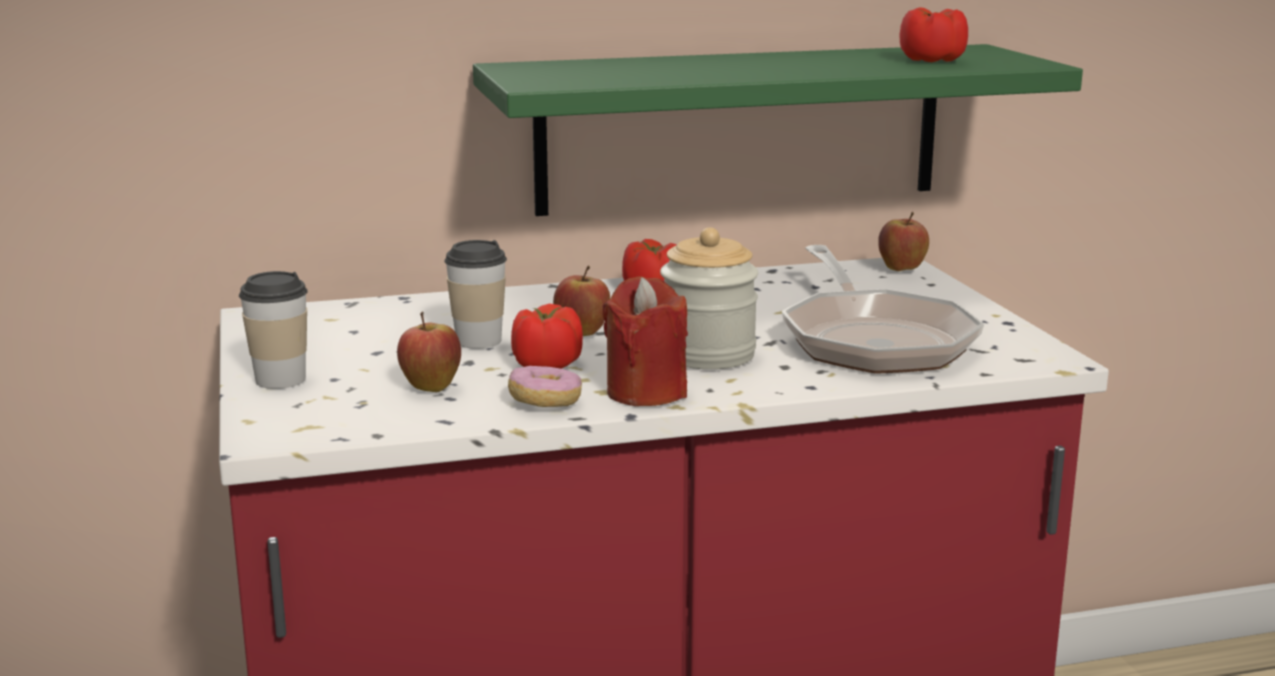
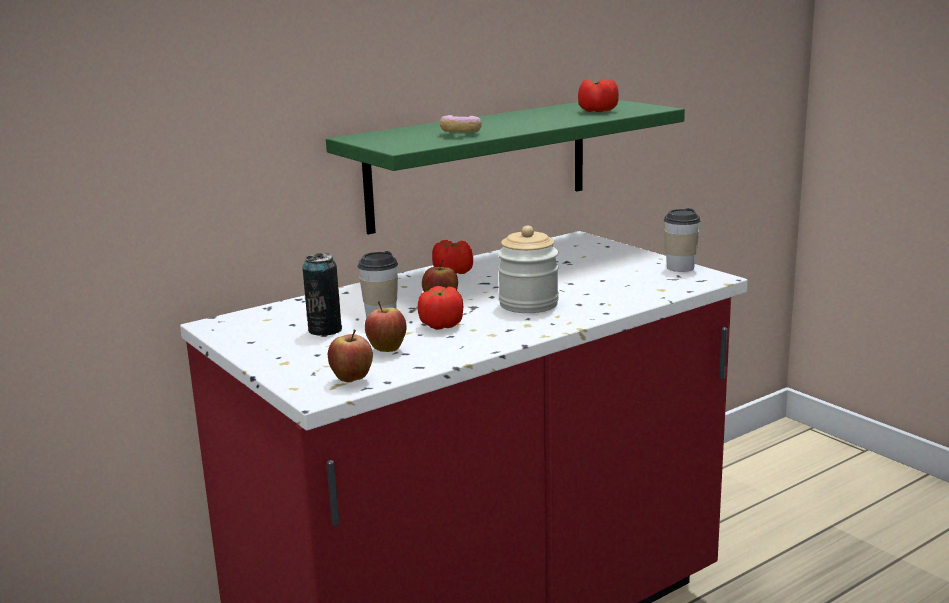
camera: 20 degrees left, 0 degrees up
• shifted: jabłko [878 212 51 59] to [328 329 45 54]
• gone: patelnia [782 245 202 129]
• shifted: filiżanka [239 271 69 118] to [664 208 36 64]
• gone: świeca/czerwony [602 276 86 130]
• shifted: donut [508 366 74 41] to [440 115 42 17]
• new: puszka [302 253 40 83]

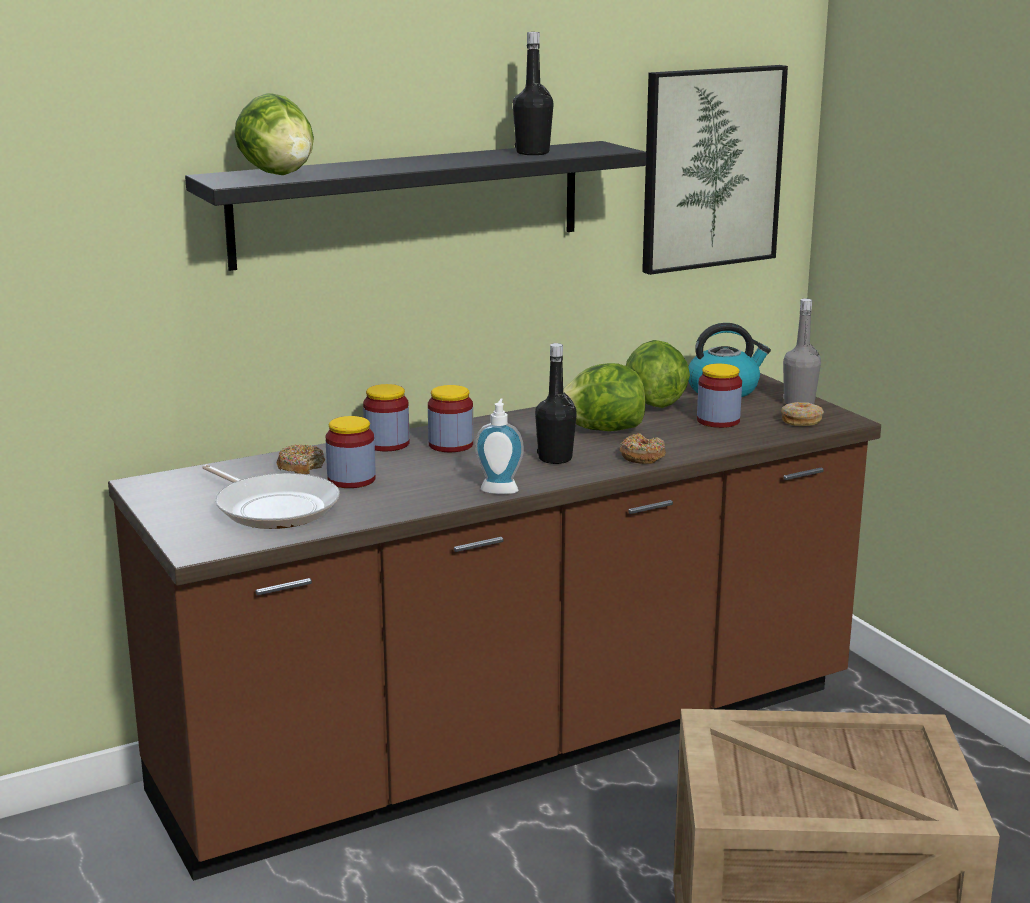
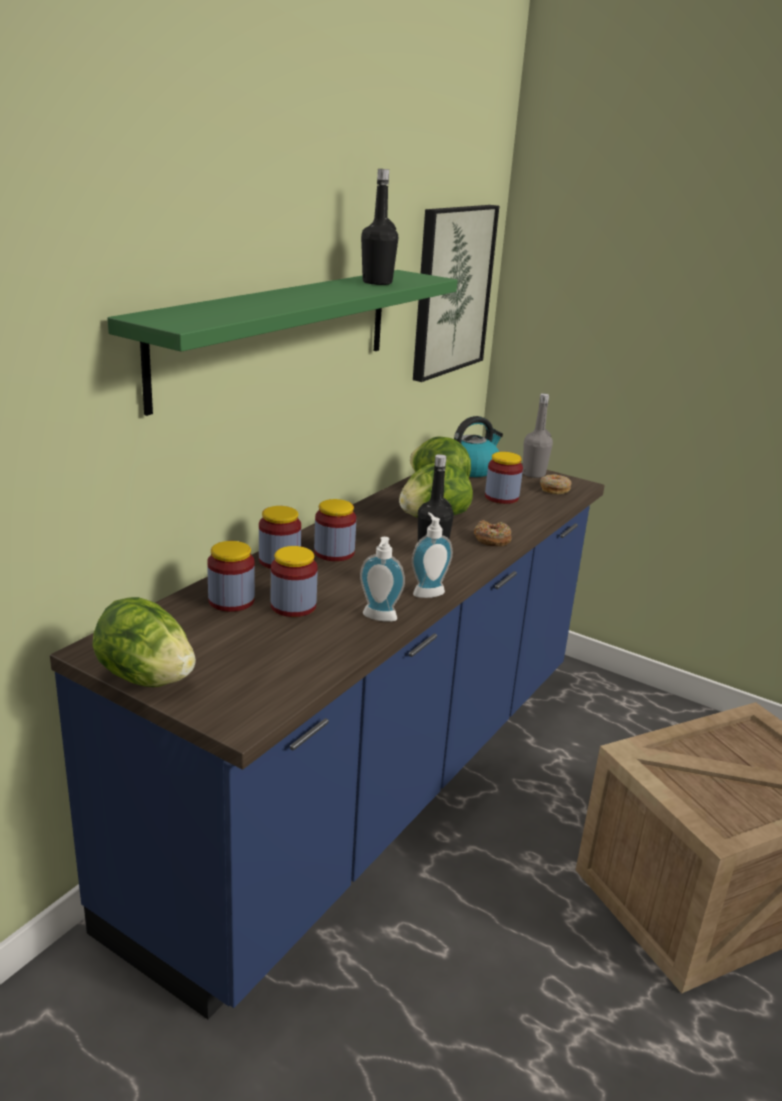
camera: 30 degrees left, 5 degrees up
• shifted: sałata [234 93 80 82] to [92 597 104 90]
• repainted: półka/czarny [185 141 461 130] to półka/zielony [107 270 351 146]
• repainted: zabudowa kuchenna/brązowy [108 373 773 508] to zabudowa kuchenna/niebieski [50 463 555 556]
• swapped: donut [276 444 49 30] to słoik [207 541 48 71]
• gone: patelnia [202 464 137 65]
• new: dozownik mydła [360 537 45 85]

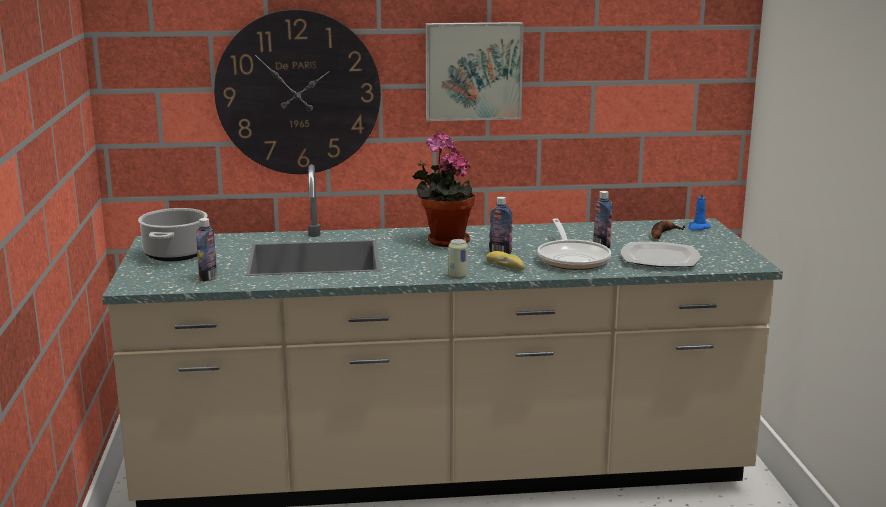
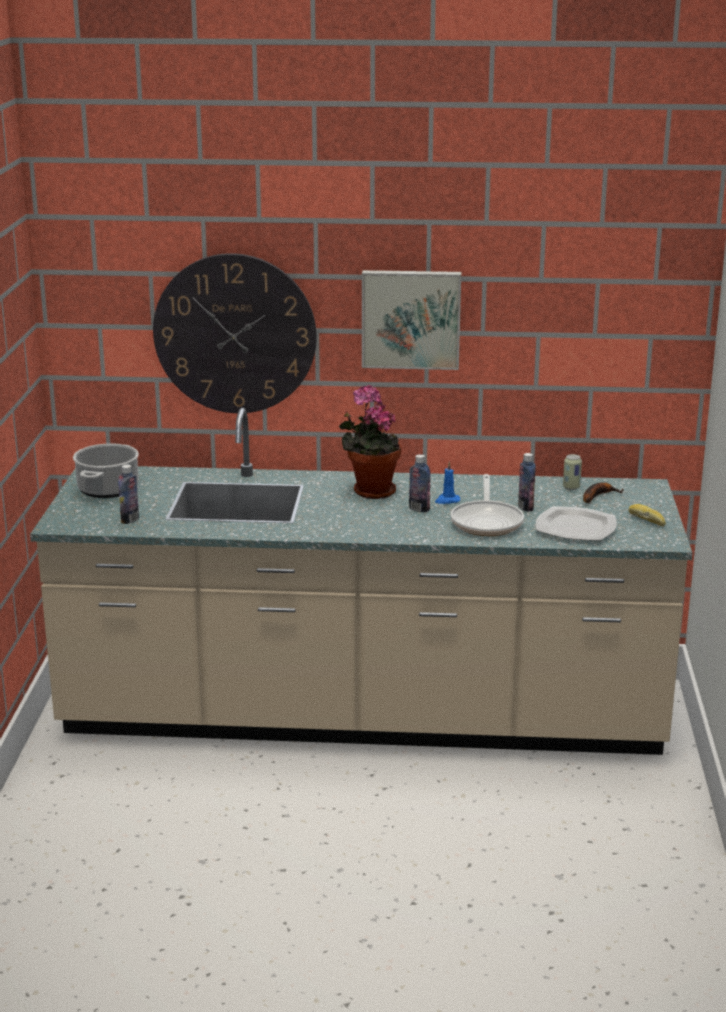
camera: 10 degrees right, 5 degrees up
• shifted: świeca/niebieski [688 190 23 40] to [435 462 25 42]
• shifted: puszka [449 239 19 39] to [563 454 19 36]
• shifted: chleb [486 251 39 20] to [629 504 37 23]

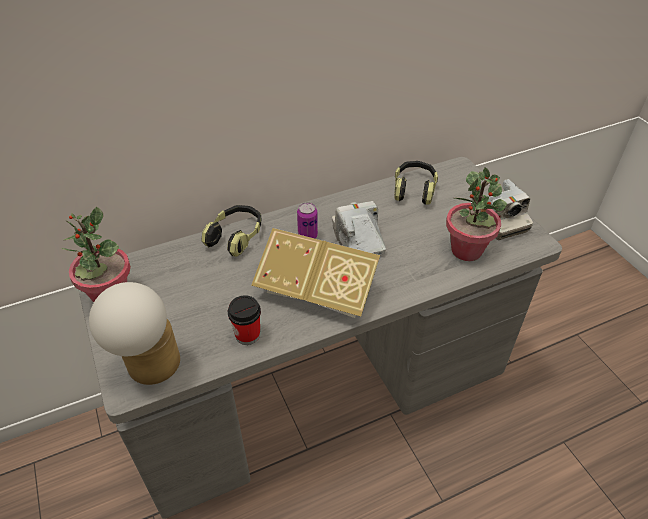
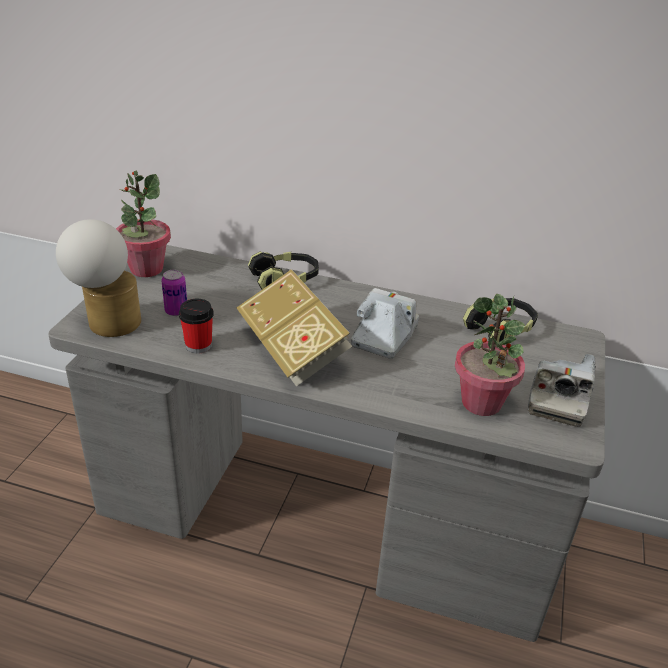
camera: 40 degrees right, 10 degrees down
• shifted: puszka [297 202 21 37] to [162 270 25 46]

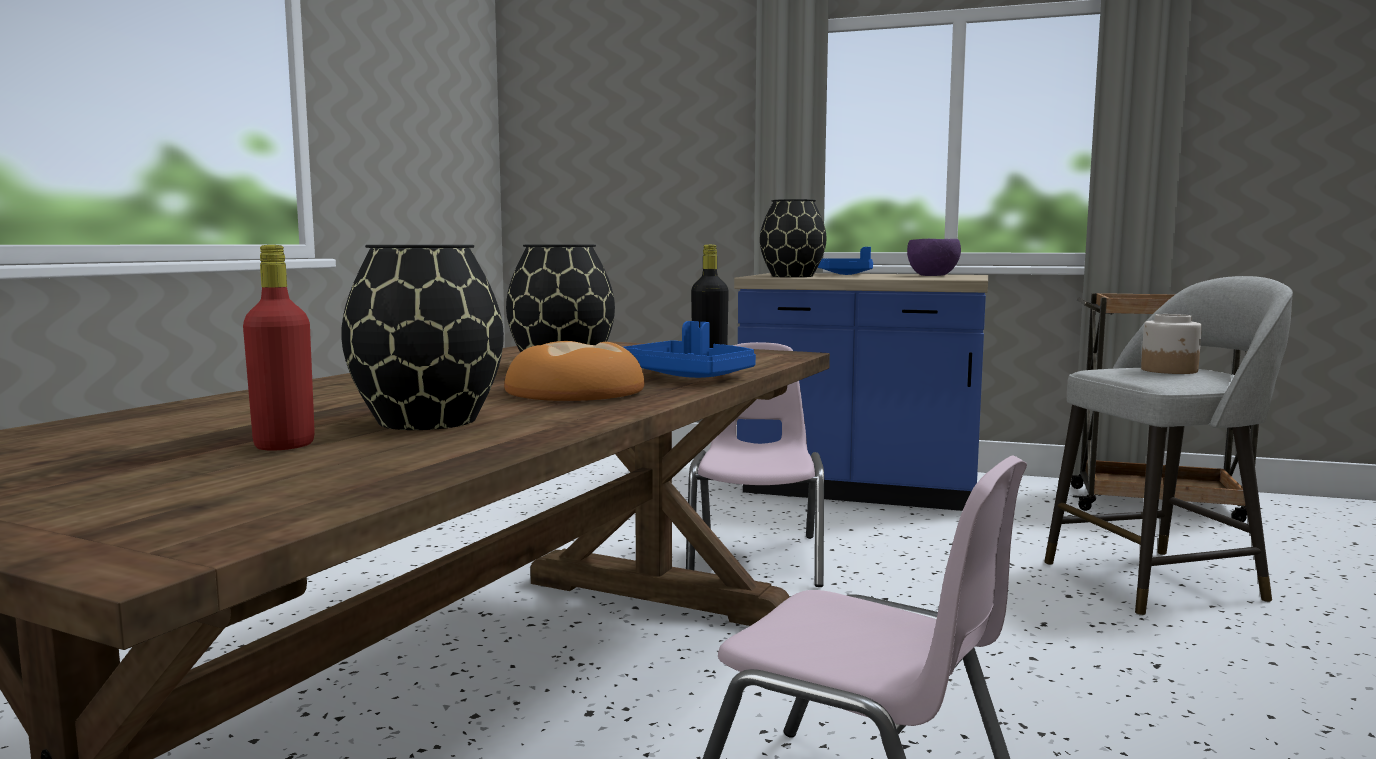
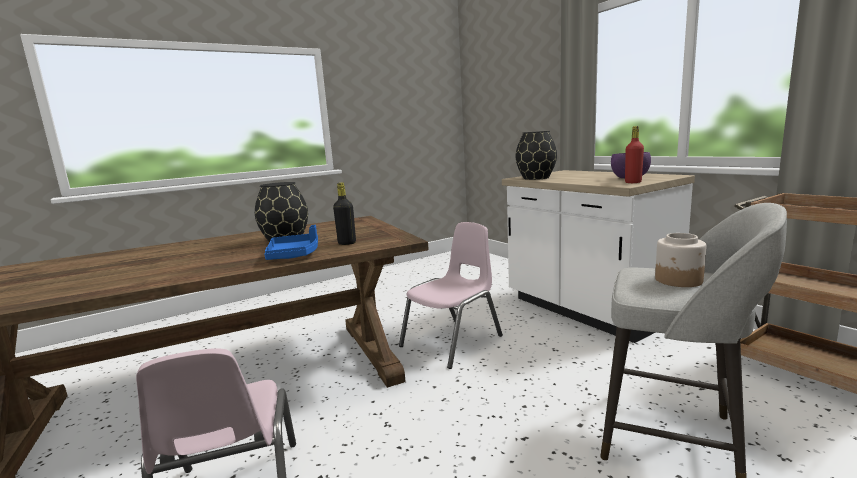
camera: 40 degrees right, 5 degrees up
• shifted: butelka/czerwony [243 245 72 205] to [625 126 19 57]
• gone: wazon/czarny [341 245 163 185]
• gone: taca/niebieski [818 247 55 28]
• repainted: zabudowa kuchenna/niebieski [734 273 254 238] to zabudowa kuchenna/biały [502 170 193 173]
• gone: chleb [504 341 140 60]

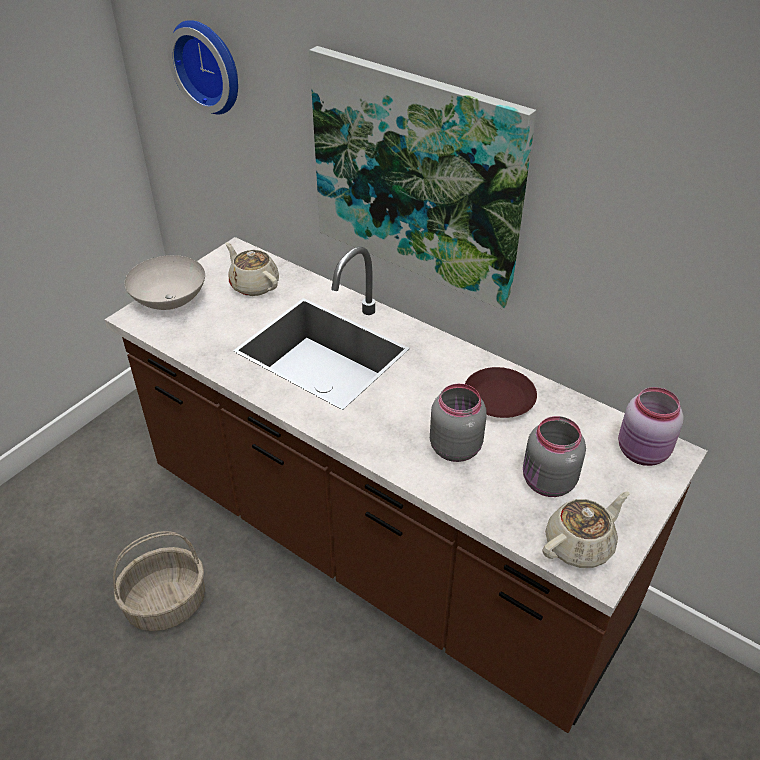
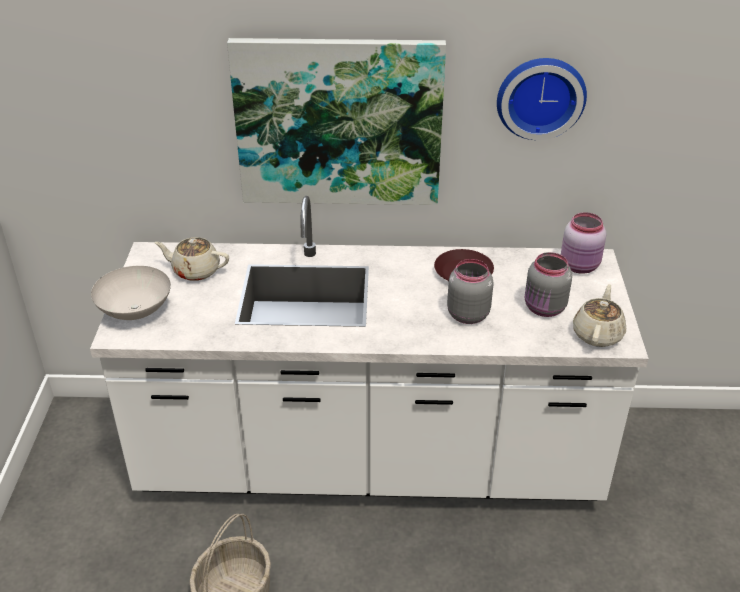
camera: 35 degrees left, 5 degrees down
• shifted: zegar ścienny [168 20 70 94] to [497 58 90 82]
• repainted: zabudowa kuchenna/brązowy [104 237 604 496] to zabudowa kuchenna/biały [90 196 559 305]

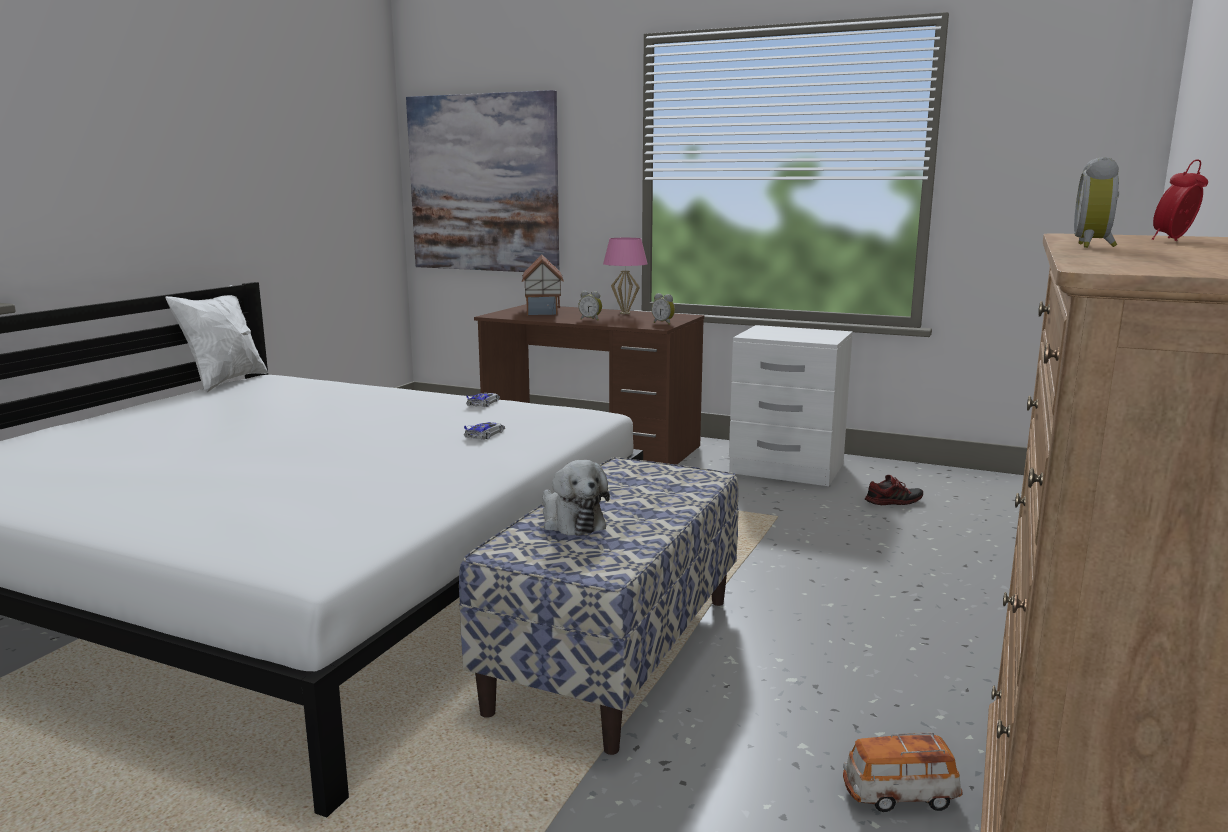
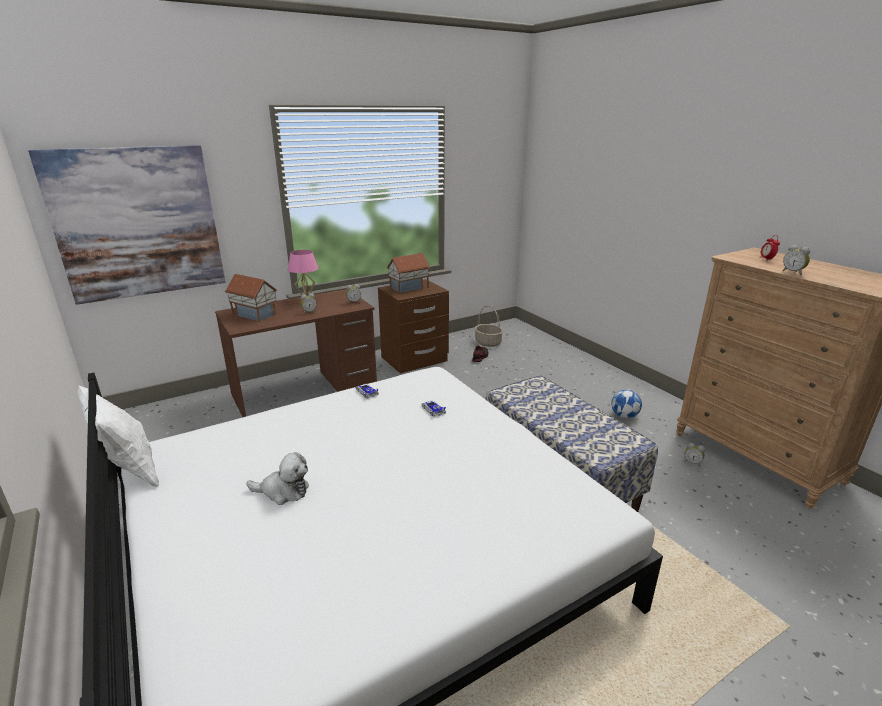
camera: 55 degrees left, 10 degrees up
• repainted: szafka nocna/biały [729 325 124 161] to szafka nocna/brązowy [378 279 71 94]
• shifted: pluszak [542 460 68 76] to [246 452 63 53]
• swapped: samochodzik [843 732 119 80] to budzik [684 443 21 24]
• new: domek [387 253 43 40]
• new: koszyk [475 306 28 41]
• new: piłka futbolowa [611 390 31 28]

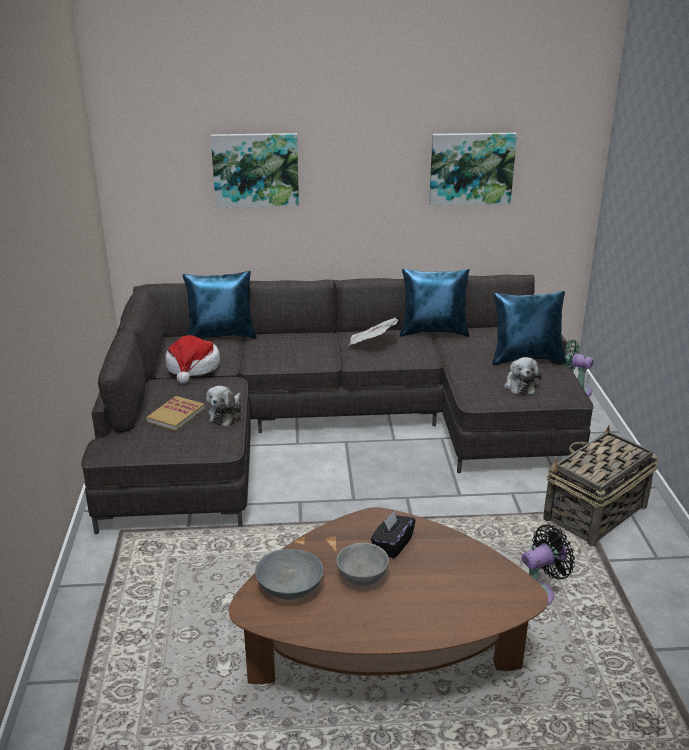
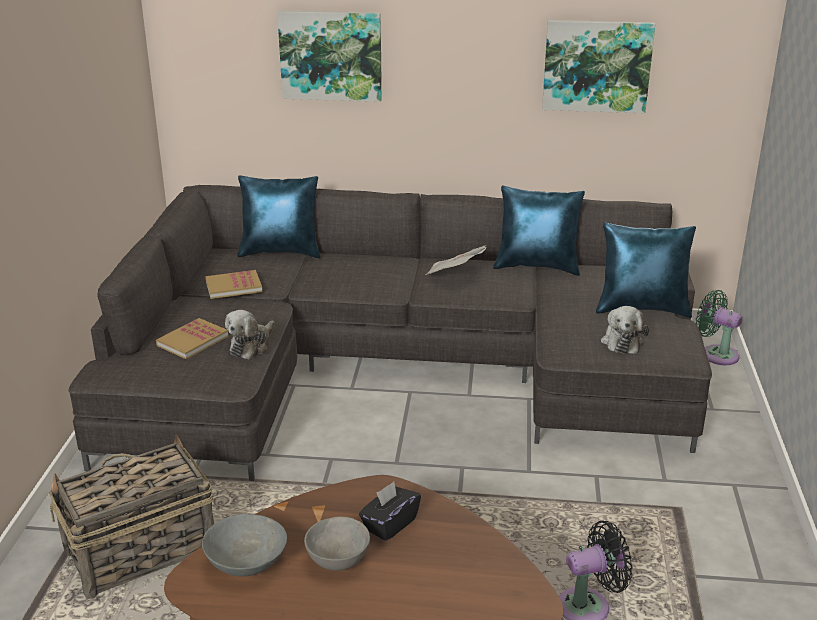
camera: 10 degrees right, 0 degrees up
• swapped: kapelusz [165 335 55 49] to książka [205 270 57 29]
• shifted: koszyk [543 425 115 121] to [49 435 165 164]

